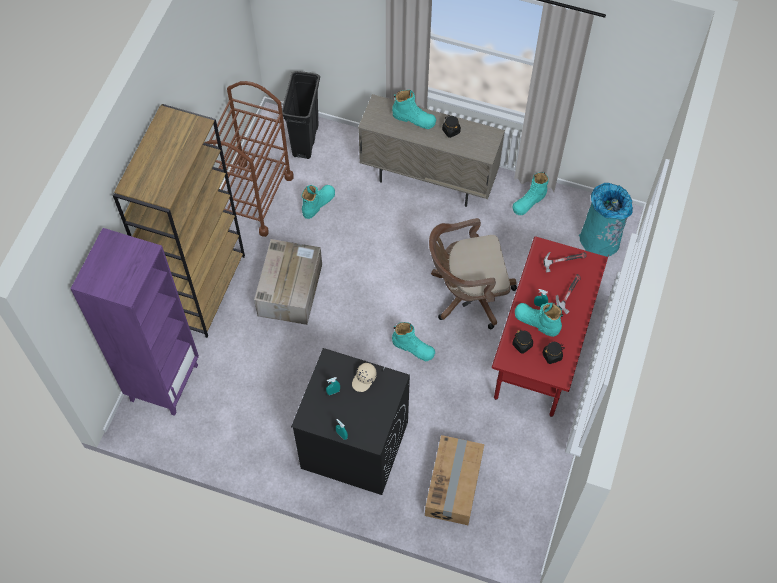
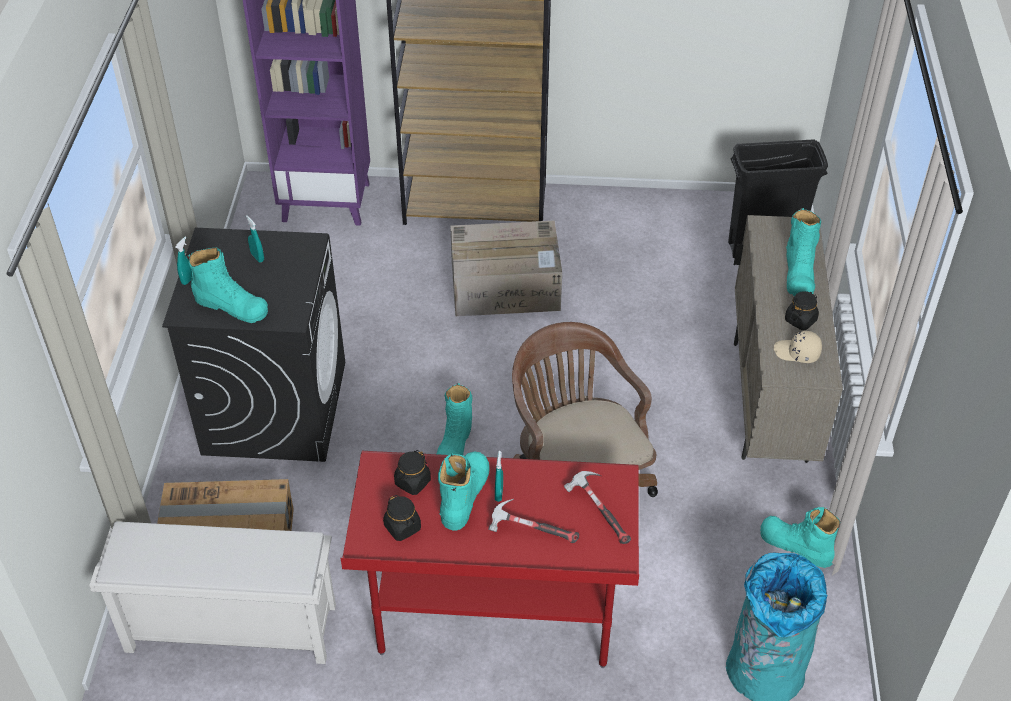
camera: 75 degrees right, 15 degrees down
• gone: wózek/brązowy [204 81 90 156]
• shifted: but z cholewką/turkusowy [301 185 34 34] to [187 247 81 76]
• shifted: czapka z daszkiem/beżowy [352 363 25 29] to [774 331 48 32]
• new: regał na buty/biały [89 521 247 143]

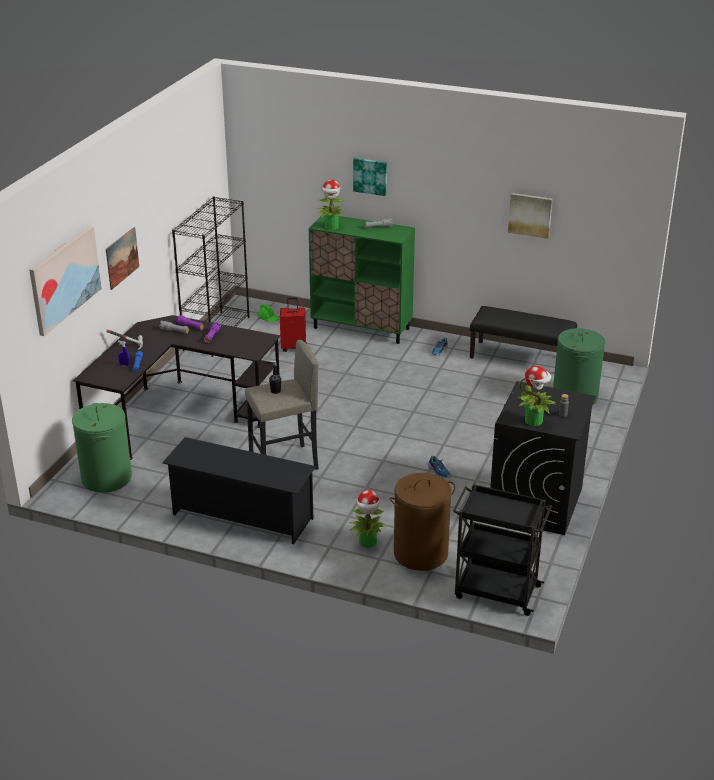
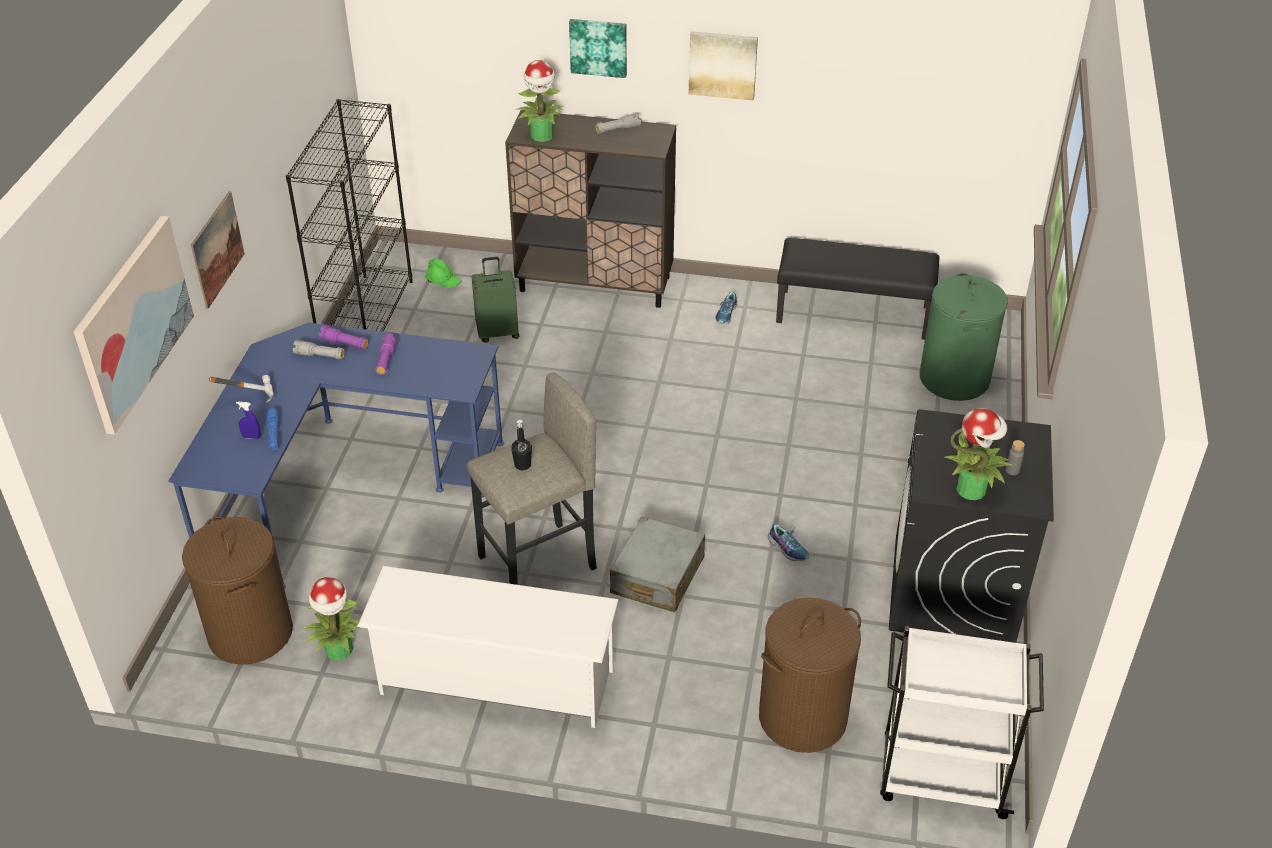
camera: 10 degrees left, 10 degrees up
• shifted: obraz [508 193 44 46] to [689 31 69 69]
• repainted: szafka/zielony [309 214 106 130] to szafka/brązowy [505 110 171 198]
• repainted: walizka/czerwony [280 298 27 54] to walizka/zielony [472 257 47 86]
• repainted: biurko/czarny [73 315 207 145] to biurko/niebieski [168 323 336 265]
• repainted: kosz na pranie/zielony [72 403 60 90] to kosz na pranie/brązowy [182 516 111 149]
• repainted: regał na buty/czarny [162 437 154 107] to regał na buty/biały [357 566 261 162]
• repainted: wózek/czarny [453 484 99 132] to wózek/biały [880 626 164 193]
• shifted: roślina doniczkowa [349 490 36 58] to [303 577 58 84]
• new: walizka/szary [610 517 95 95]

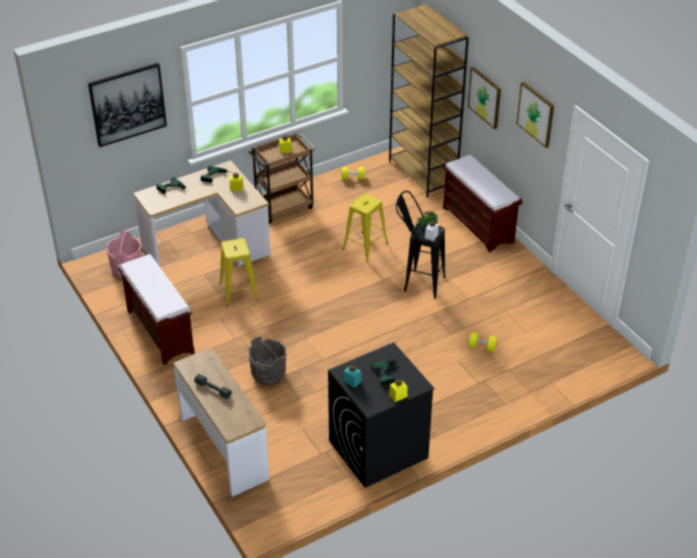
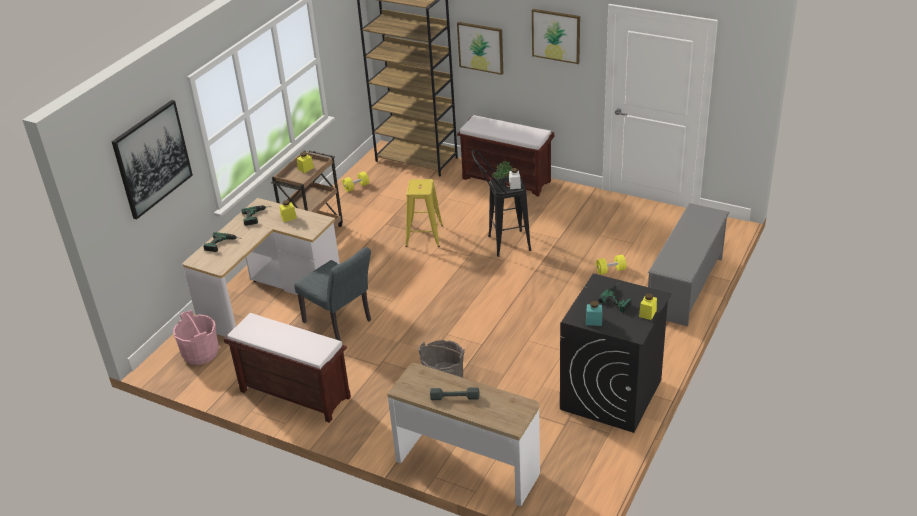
camera: 30 degrees left, 5 degrees down
• swapped: stołek/żółty [219 238 40 68] to krzesło/szary [294 247 77 94]
• new: regał na buty/szary [648 203 82 123]

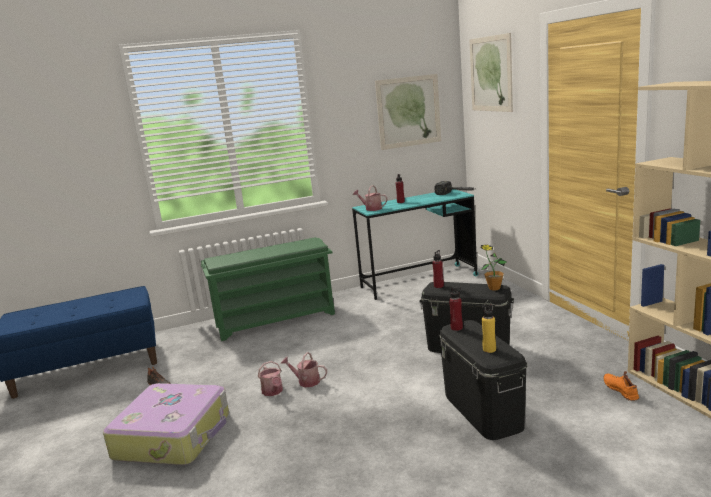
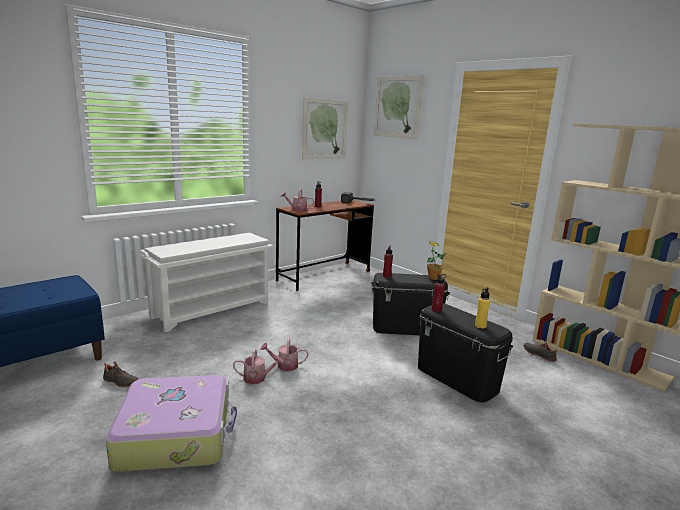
camera: 25 degrees left, 0 degrees up
• repainted: biurko/turkusowy [352 189 127 111] to biurko/brązowy [276 200 98 91]
• repainted: regał na buty/zielony [201 237 134 104] to regał na buty/biały [140 233 133 99]
• rotated: konewka [258 361 25 35] = [233 348 51 36] 45 degrees counterclockwise
• repainted: but/pomarańczowy [603 371 36 30] to but/czarny [524 340 34 22]

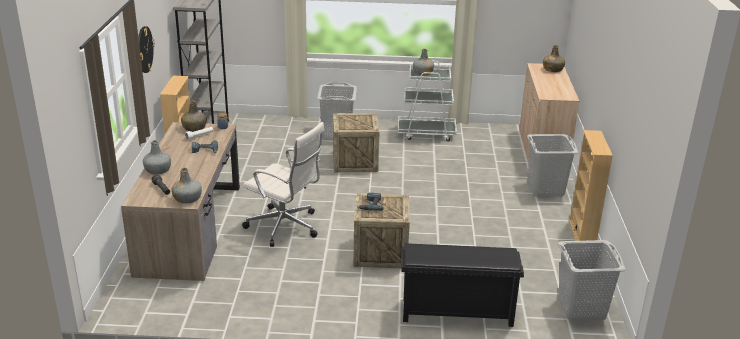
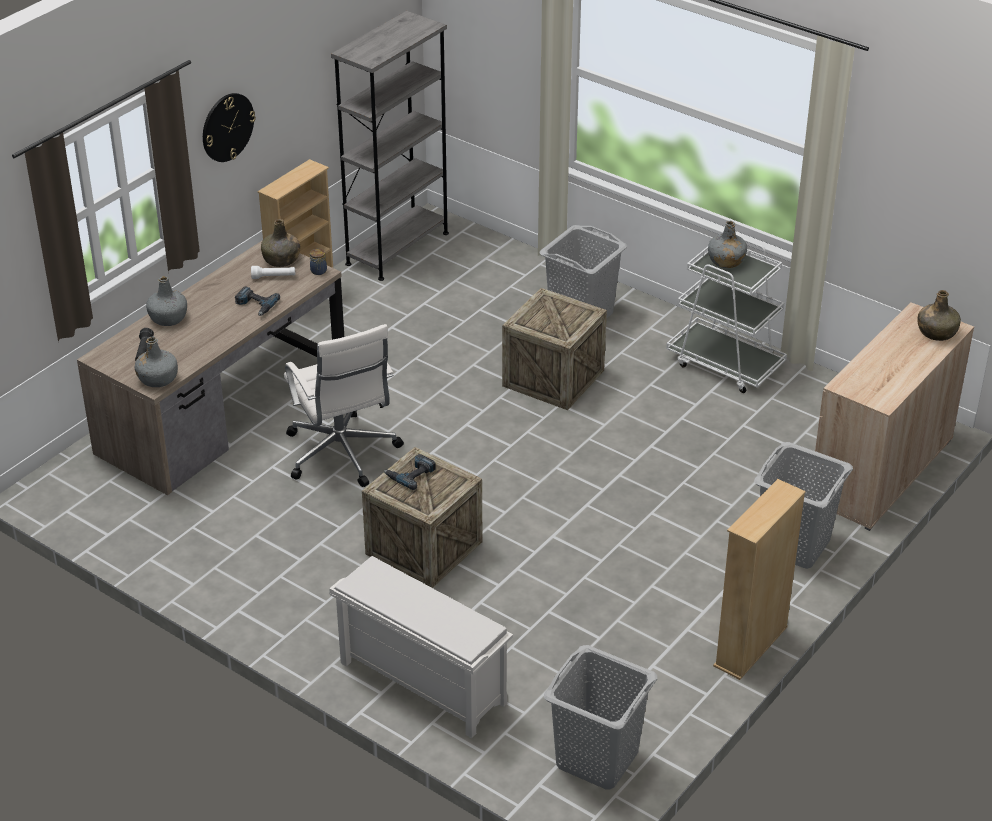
camera: 35 degrees right, 10 degrees up
• repainted: regał na buty/czarny [401 243 123 84] to regał na buty/biały [329 556 184 182]

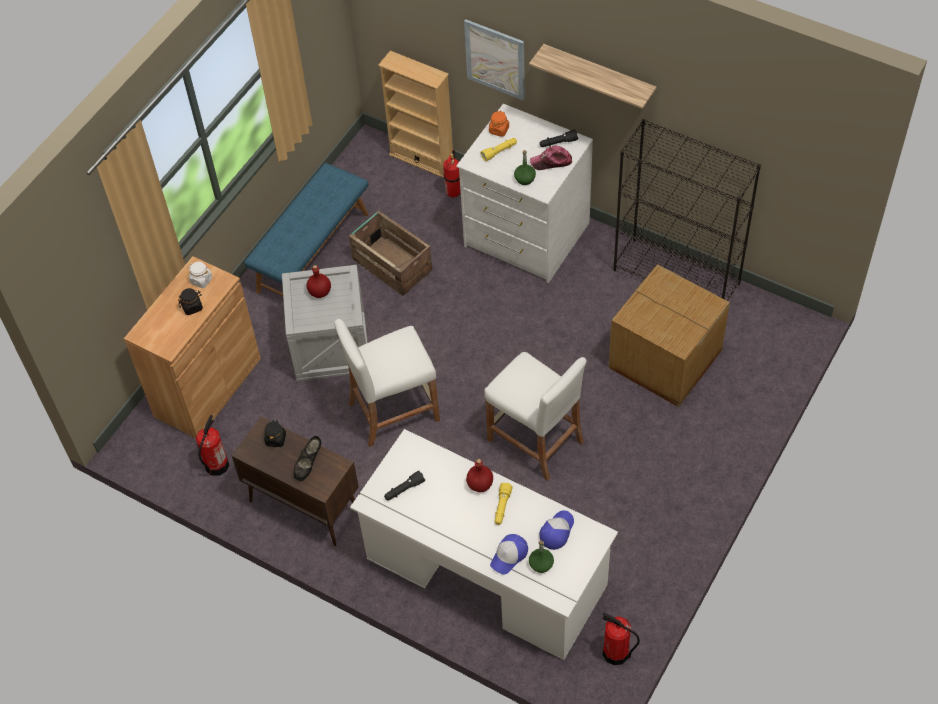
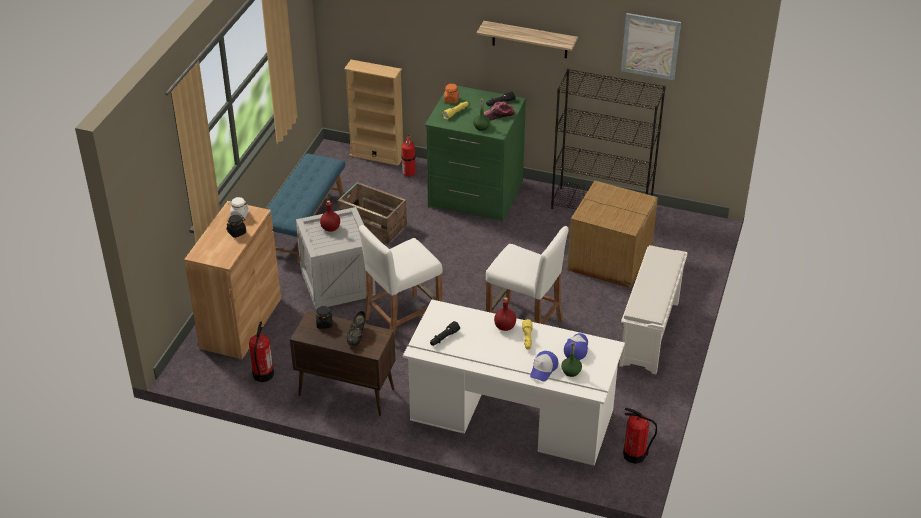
camera: 15 degrees left, 15 degrees down
• shifted: obraz [464 19 61 81] to [621 13 60 67]
• repainted: komoda/biały [456 104 137 179] to komoda/zielony [425 86 101 136]
• new: regał na buty/biały [619 245 69 129]

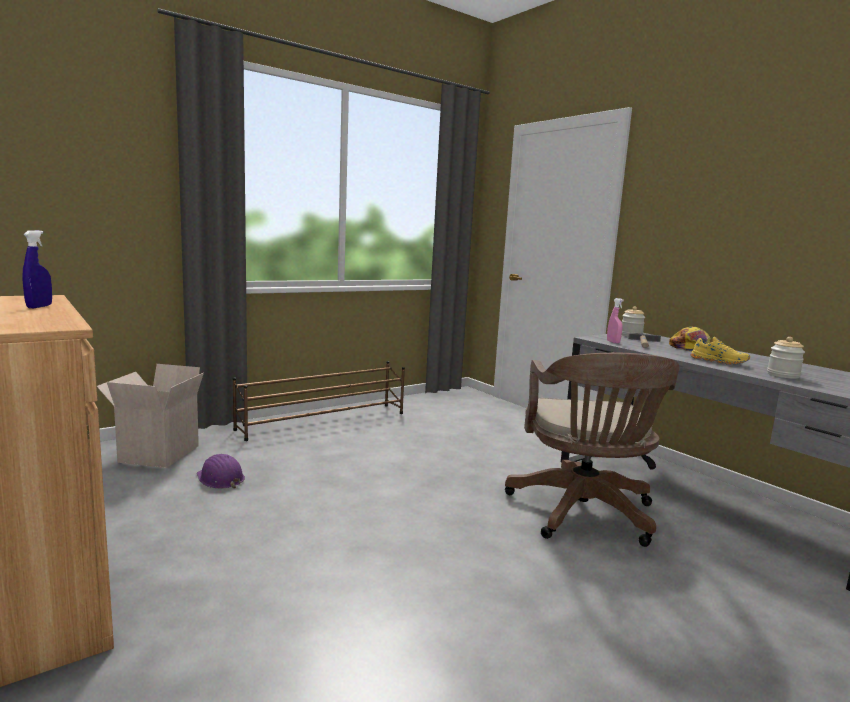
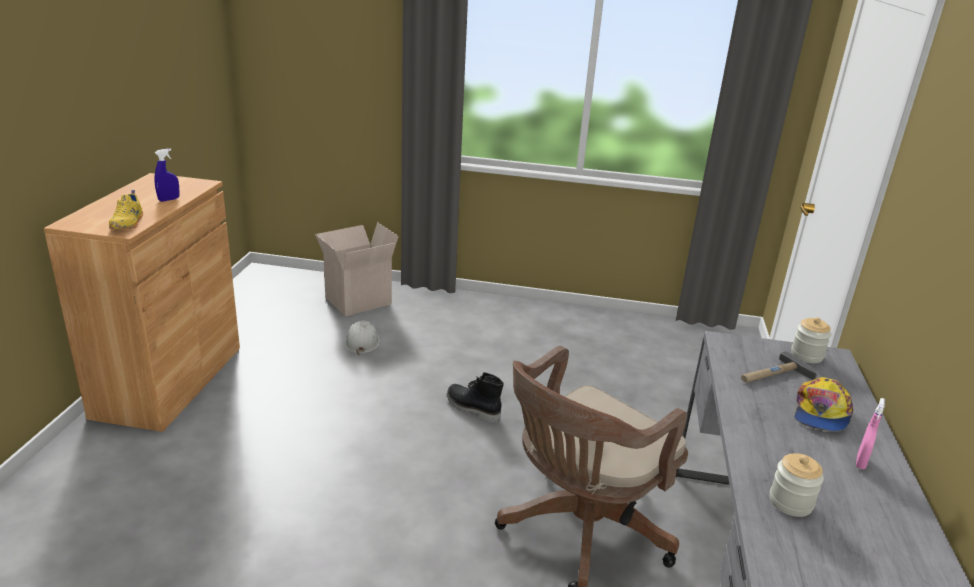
camera: 45 degrees right, 15 degrees up
• shifted: spryskiwacz/różowy [607 298 17 45] to [856 398 29 71]
• shifted: but/żółty [690 335 60 30] to [109 190 34 39]
• gone: regał na buty/brązowy [233 361 172 80]
• repainted: kask/fioletowy [197 454 48 35] to kask/biały [345 320 35 35]
• new: but z cholewką/czarny [447 372 57 51]

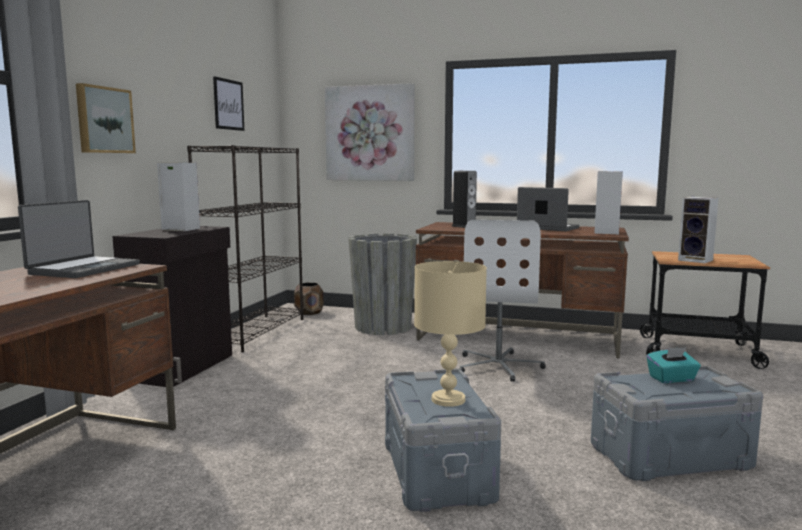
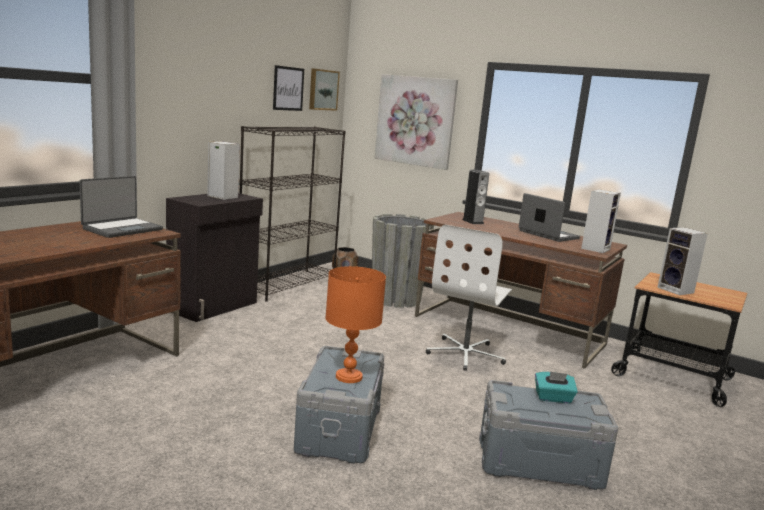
camera: 15 degrees right, 5 degrees up
• shifted: obraz [76 83 60 70] to [309 68 31 43]
• repainted: lampa stołowa/beżowy [414 261 73 146] to lampa stołowa/pomarańczowy [325 266 61 117]

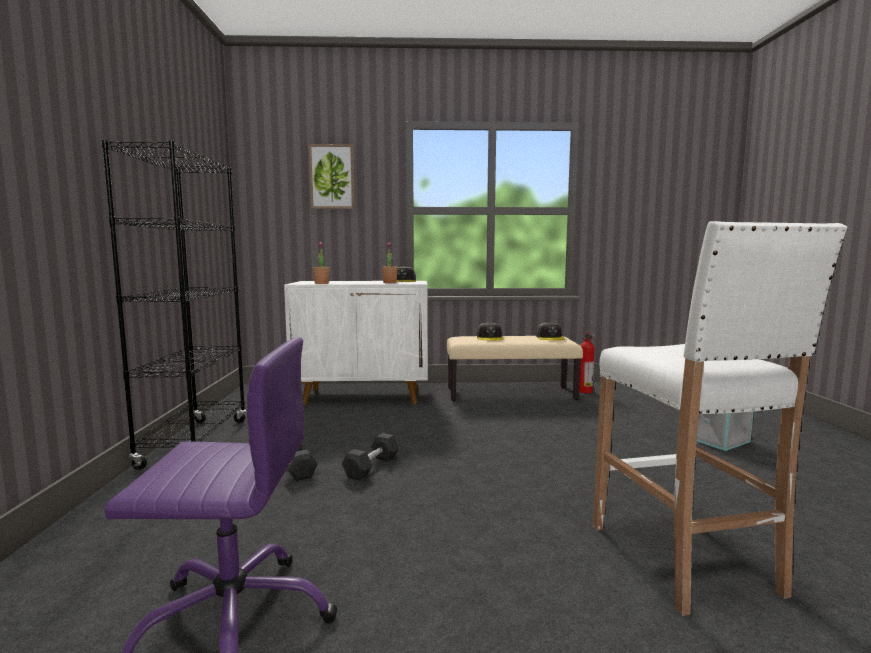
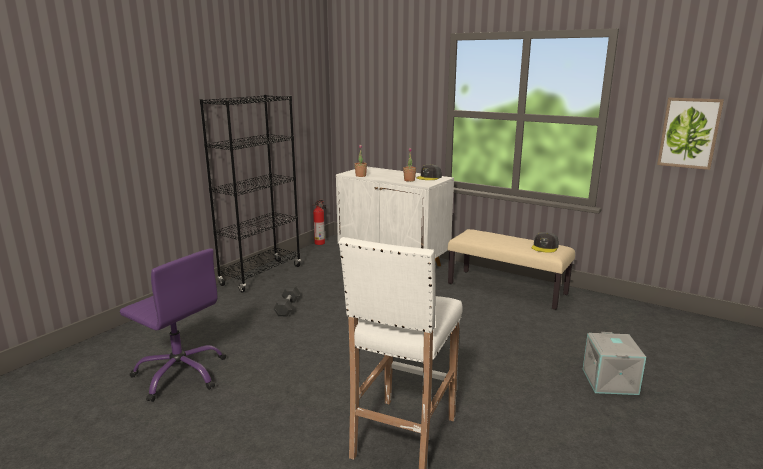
camera: 35 degrees right, 10 degrees up
• shifted: obraz [309 144 46 65] to [657 98 67 72]
• gone: czapka z daszkiem/szary [477 322 26 18]
• shifted: gaśnica [579 330 16 64] to [312 199 14 46]
• gone: hantel/czarny [342 433 58 47]

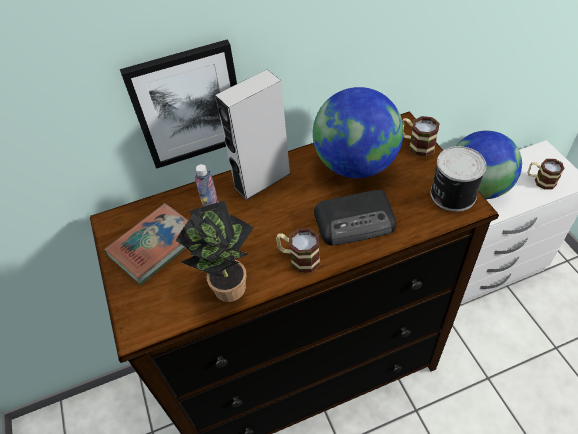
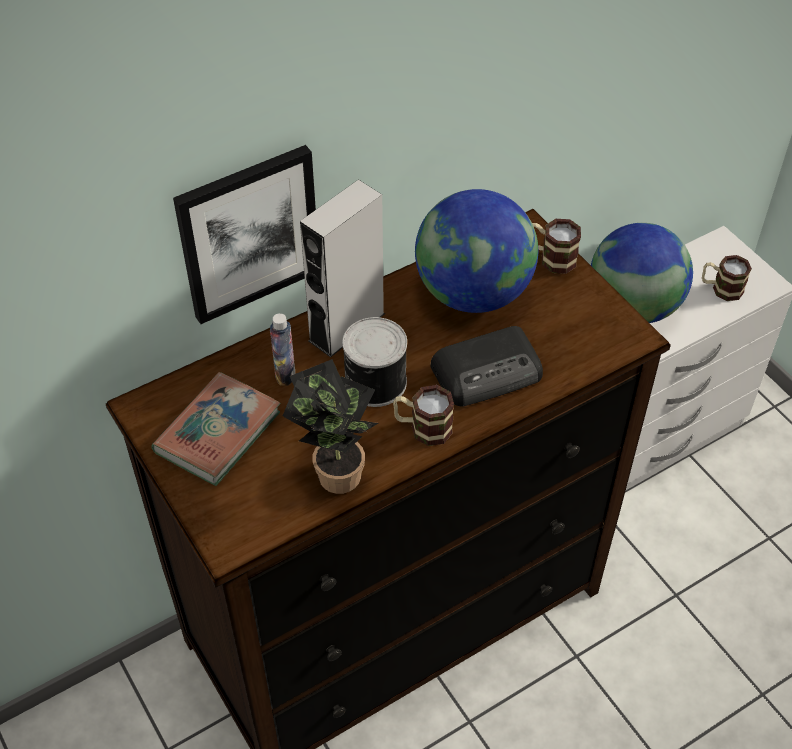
camera: 15 degrees left, 0 degrees up
• shifted: puszka [431 146 55 66] to [342 317 65 90]

